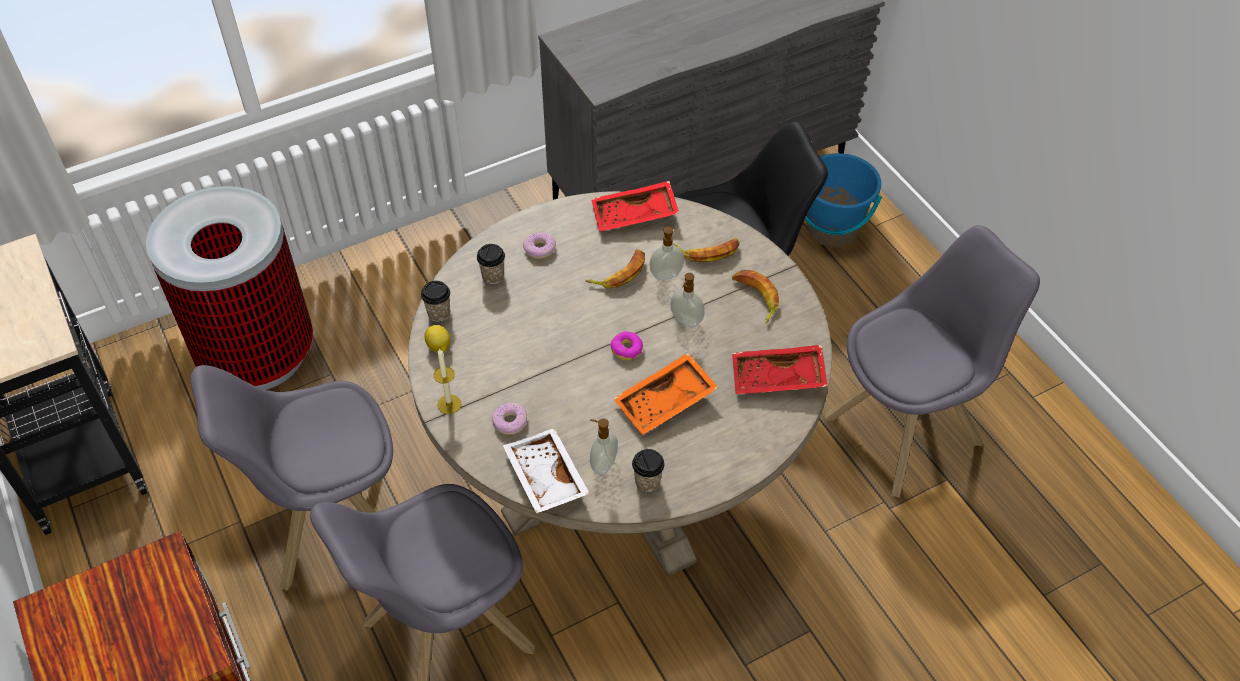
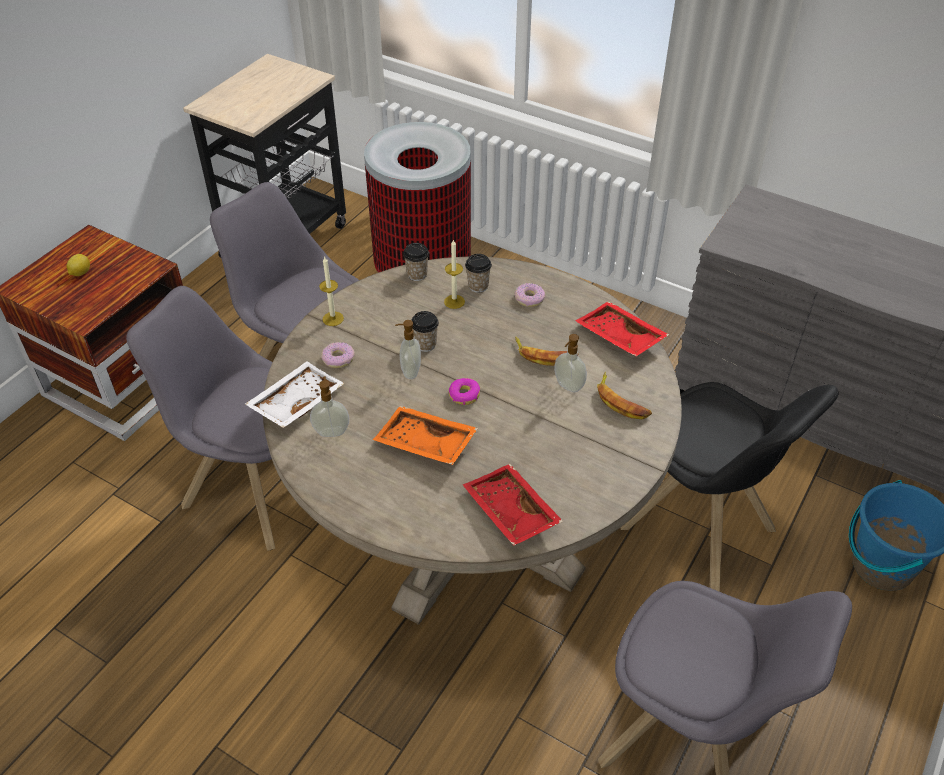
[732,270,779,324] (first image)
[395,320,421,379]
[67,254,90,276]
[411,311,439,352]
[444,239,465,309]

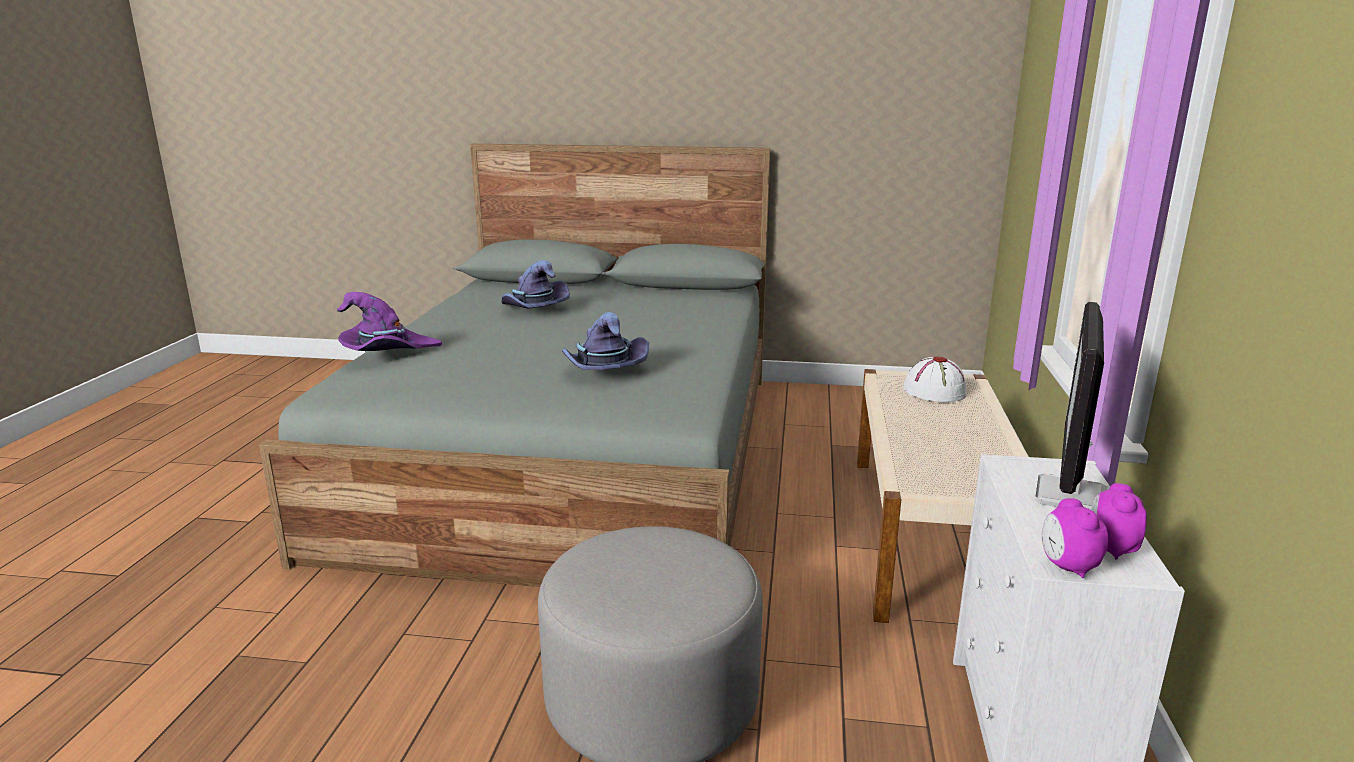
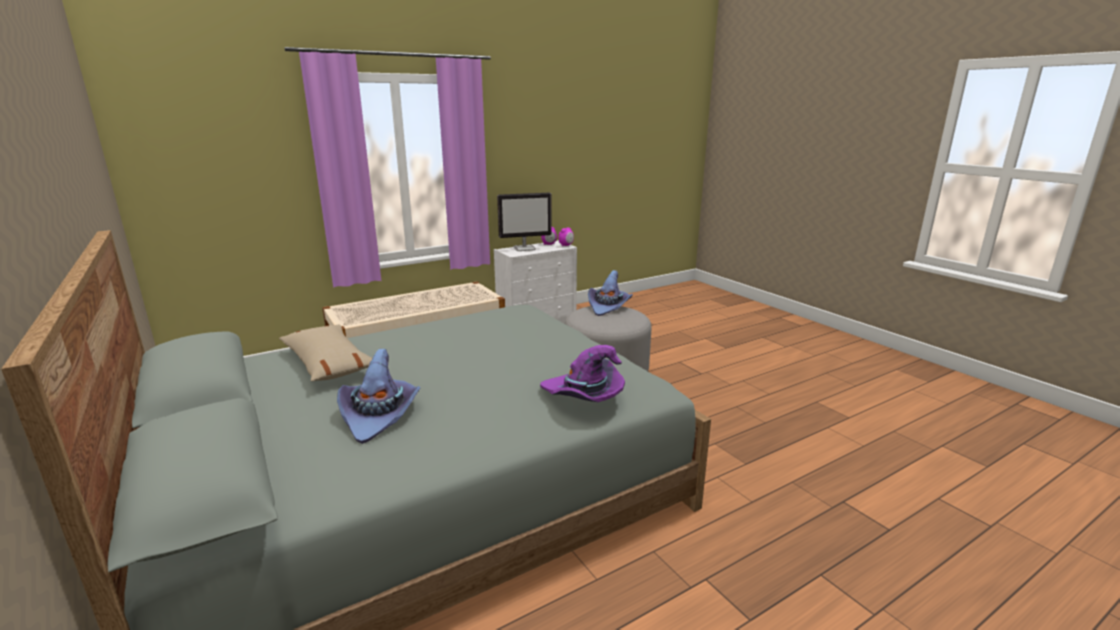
[588,270,633,316]
[903,357,967,402] (first image)
[279,324,373,381]

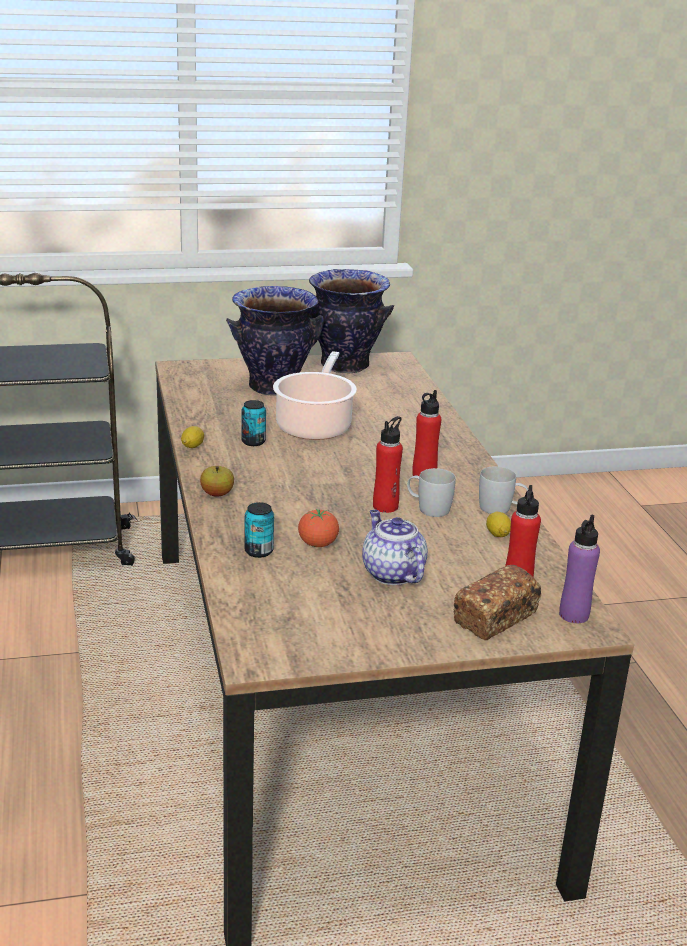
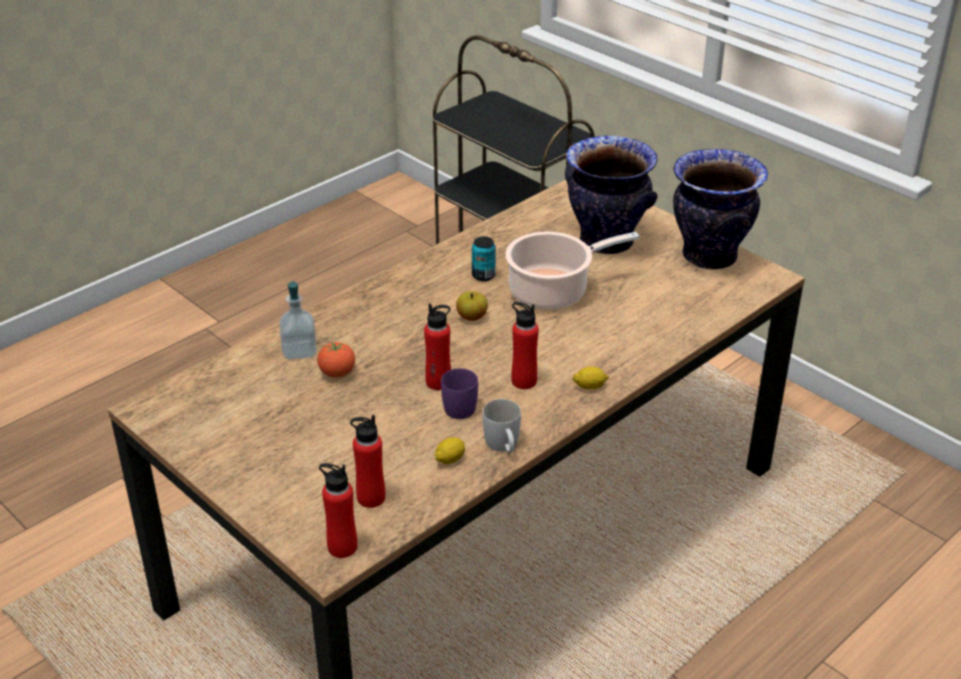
[572,367,609,389]
[456,291,488,321]
[441,368,478,419]
[279,281,317,360]
[362,510,428,585] (first image)
[319,463,357,558]
[453,565,542,640] (first image)

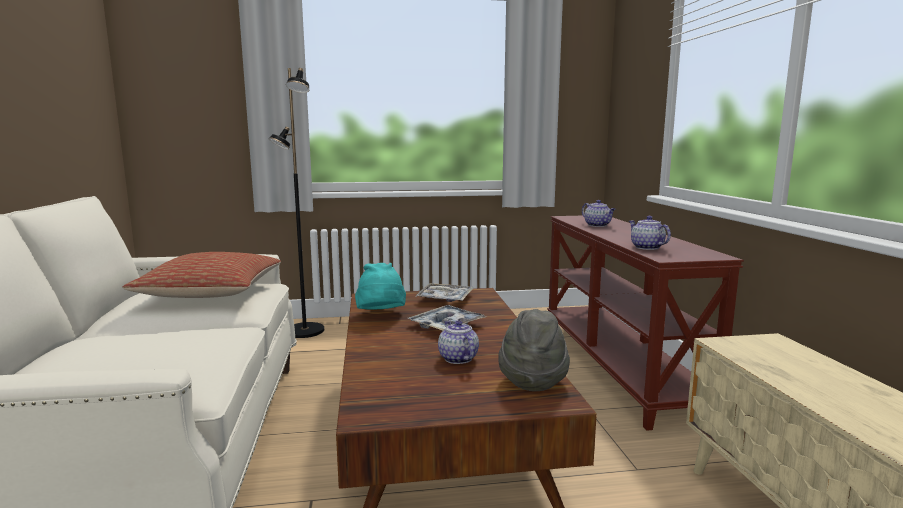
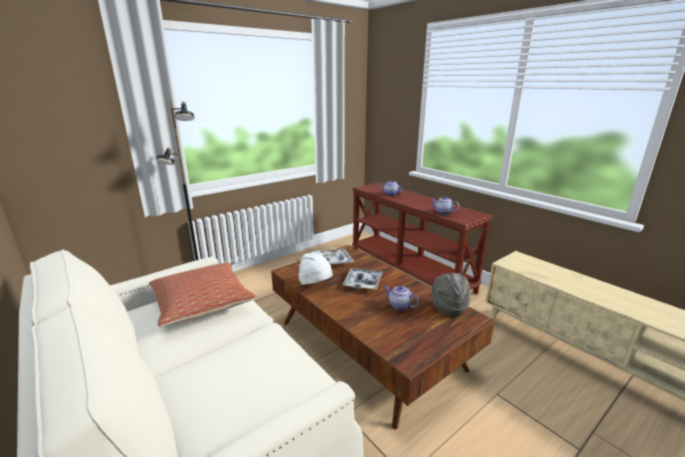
[299,251,333,285]

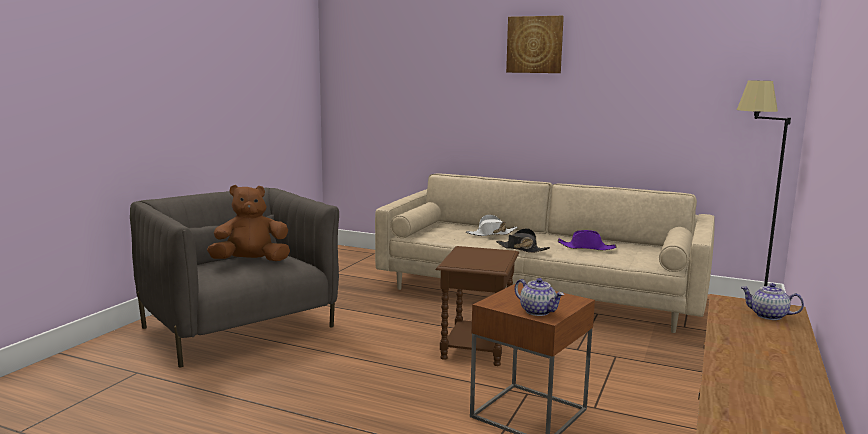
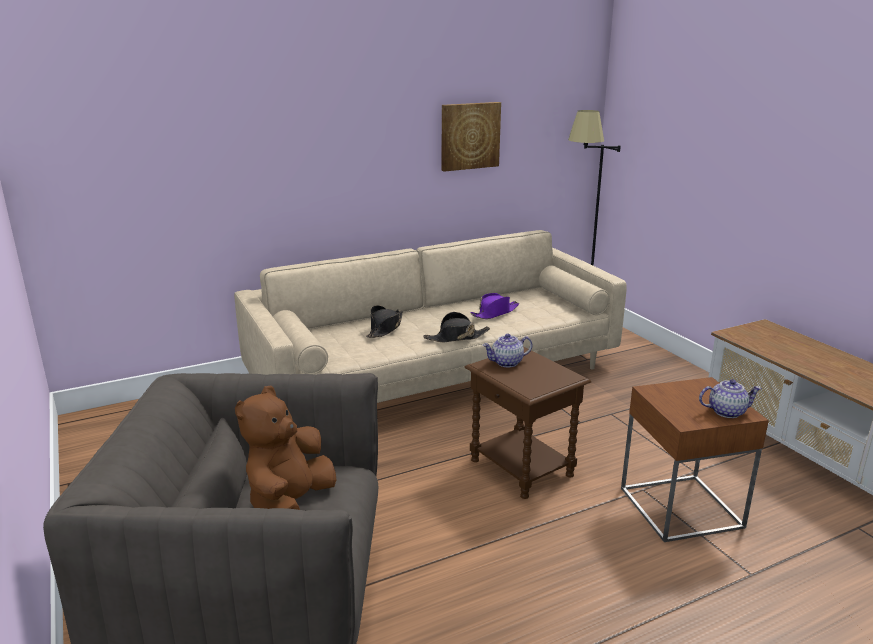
[441,102,501,172]
[366,305,403,338]
[483,333,532,367]

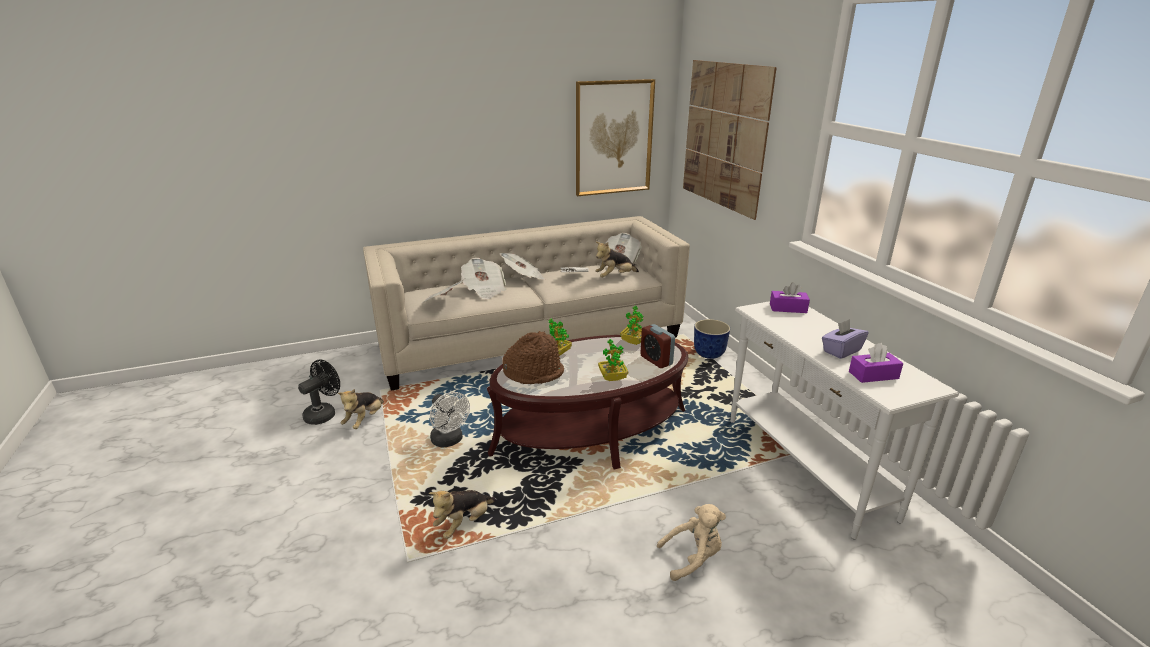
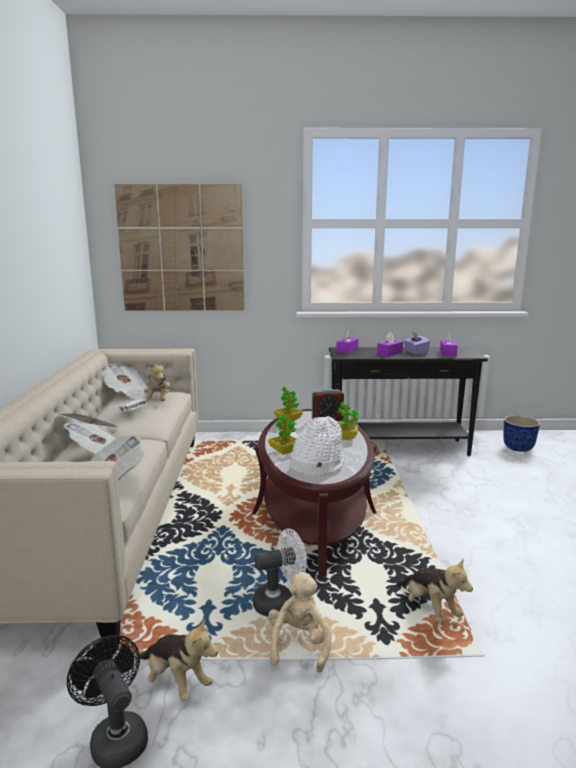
[576,79,655,196] (first image)
[329,347,488,456]
[503,415,540,452]
[290,416,344,476]
[268,572,332,673]
[377,332,403,357]

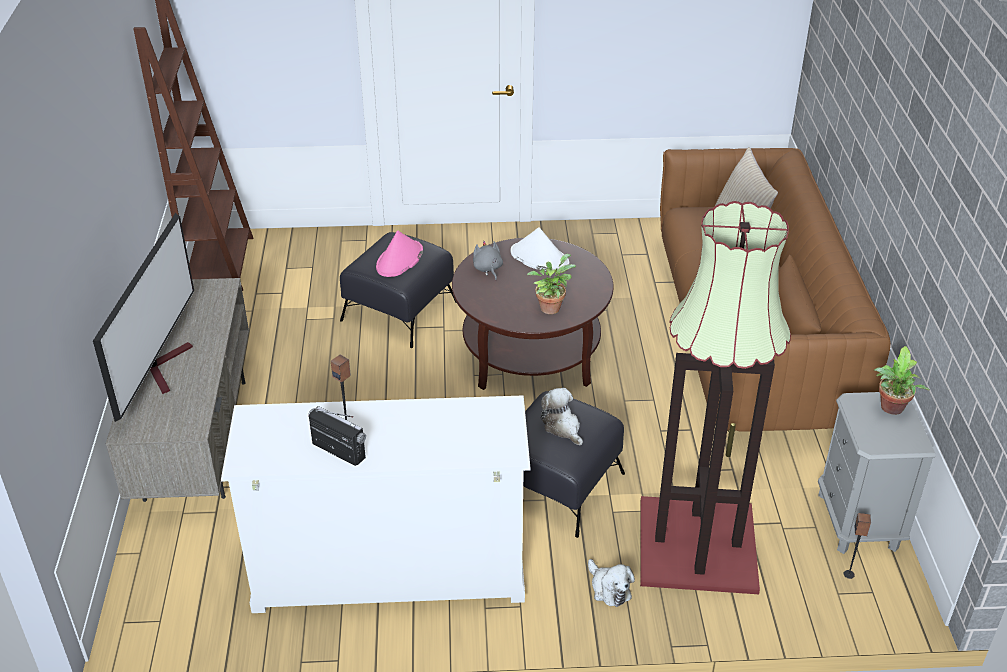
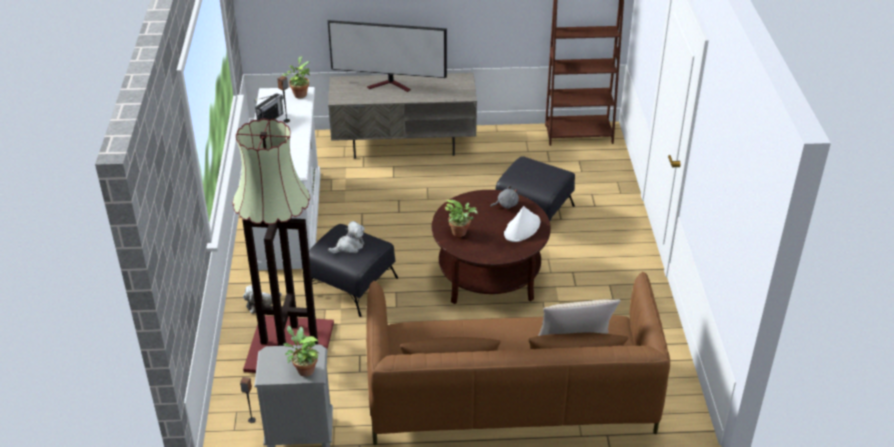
[376,231,423,277] (first image)
[282,56,310,98]

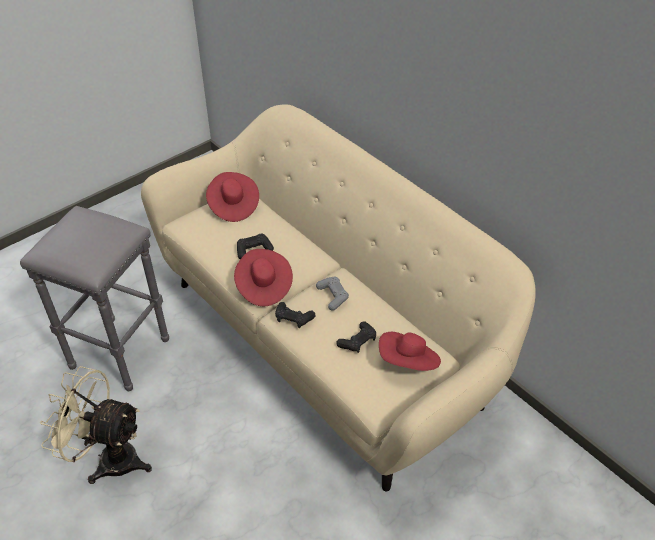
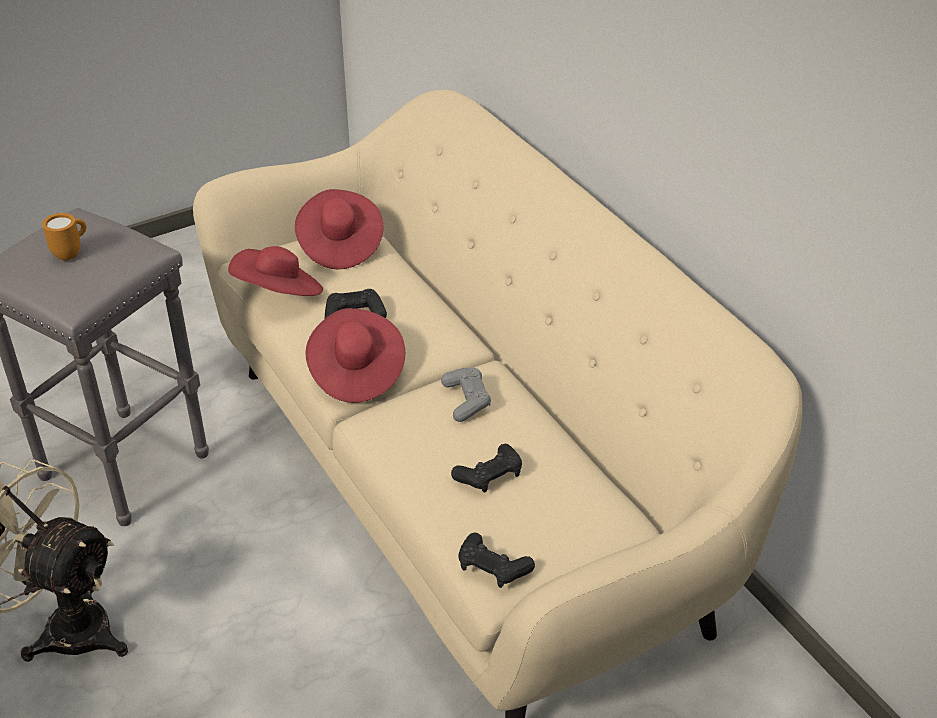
[458,533,535,588]
[228,246,323,296]
[42,213,86,261]

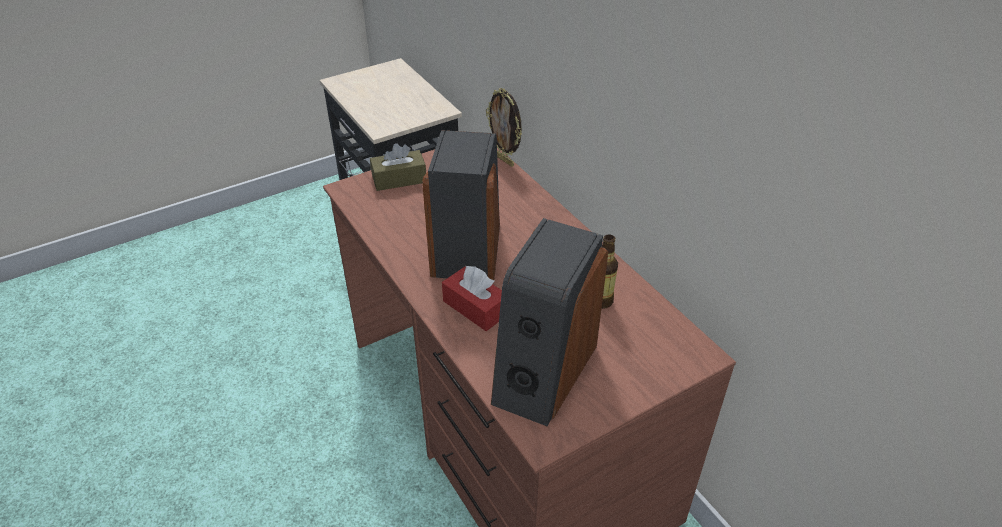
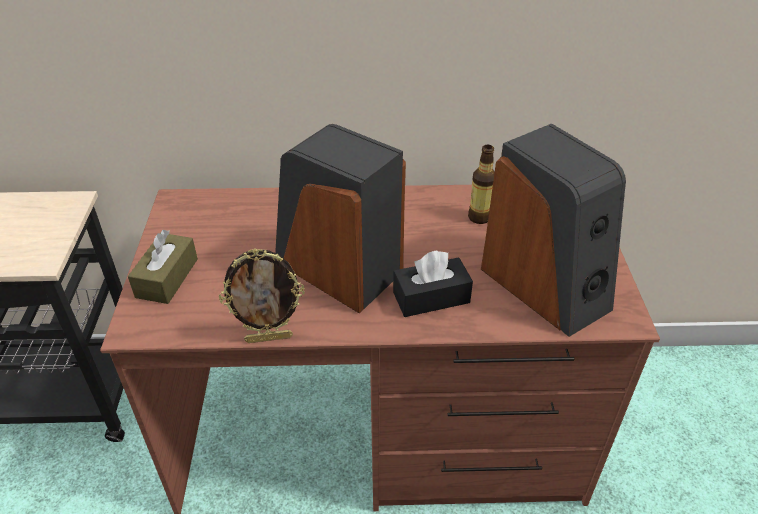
[219,248,305,343]
[393,250,473,317]

